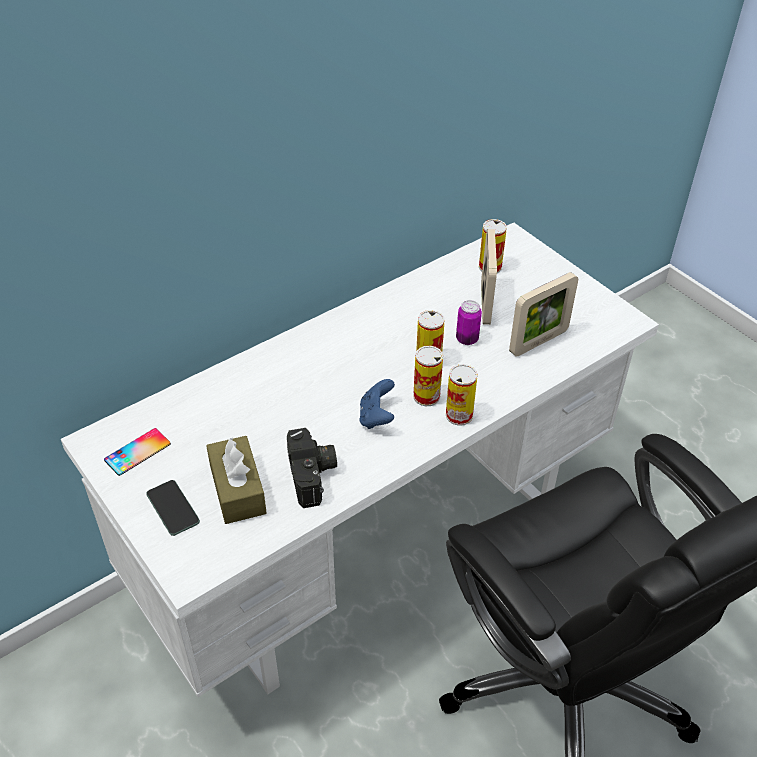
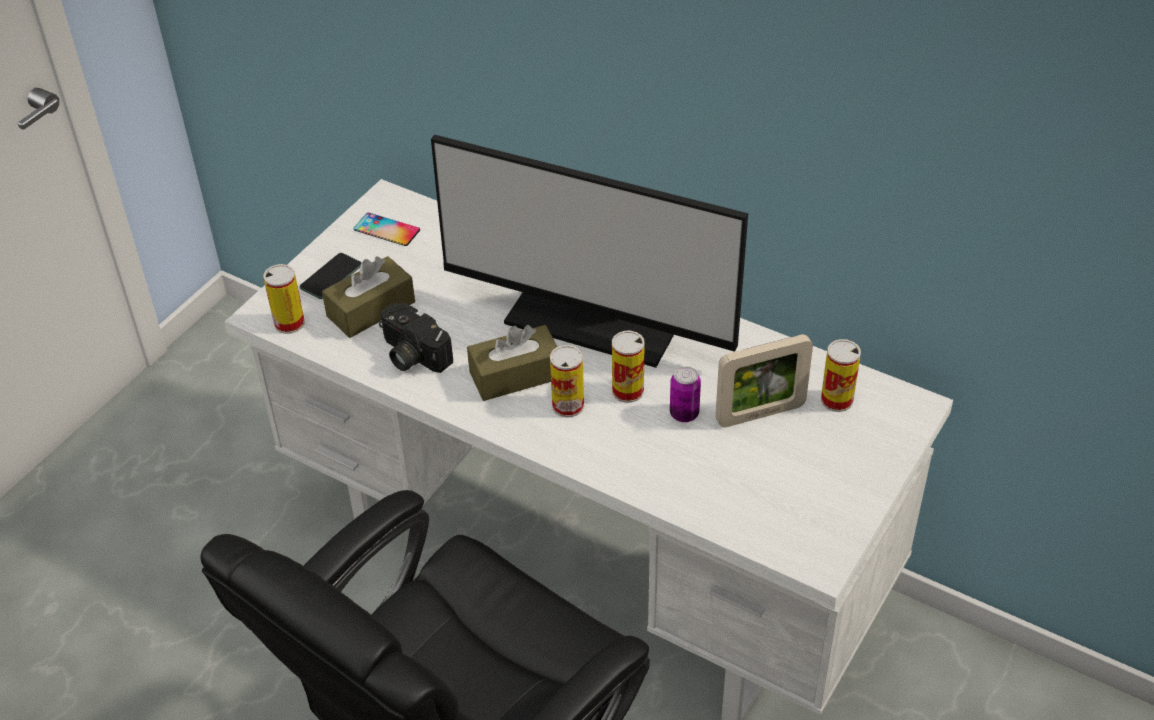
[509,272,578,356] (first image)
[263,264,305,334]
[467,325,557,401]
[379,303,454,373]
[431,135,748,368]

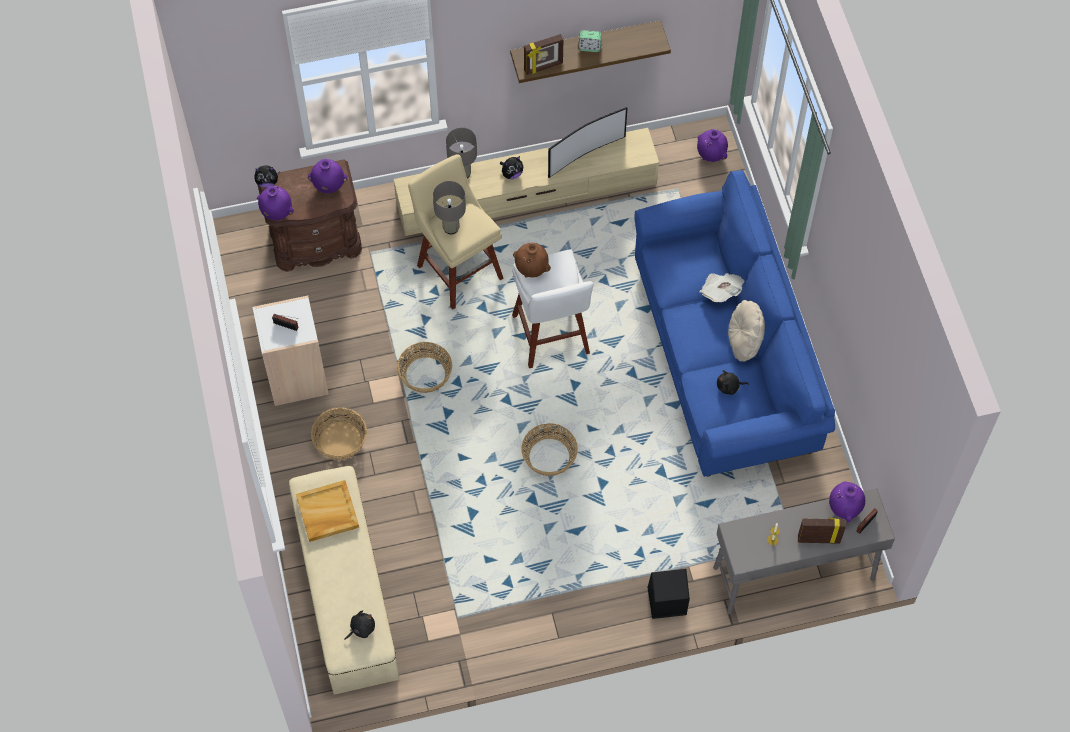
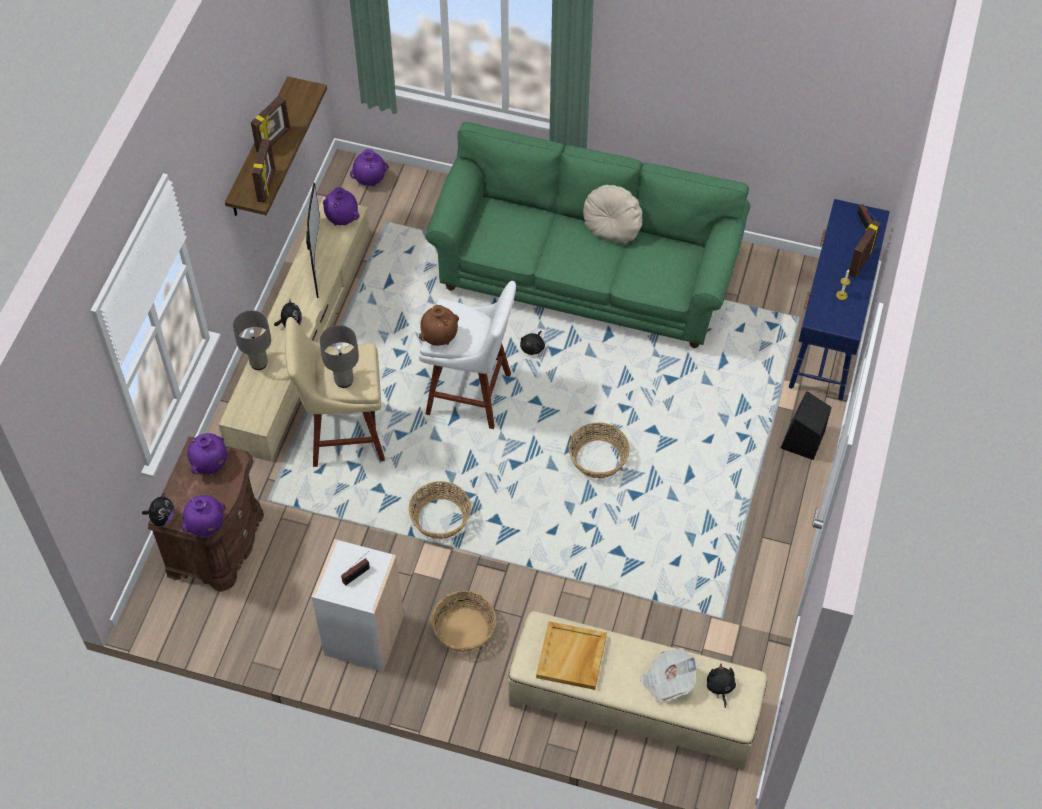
[251,95,290,153]
[426,122,750,348]
[640,648,699,702]
[520,331,545,355]
[323,187,360,226]
[789,199,890,401]

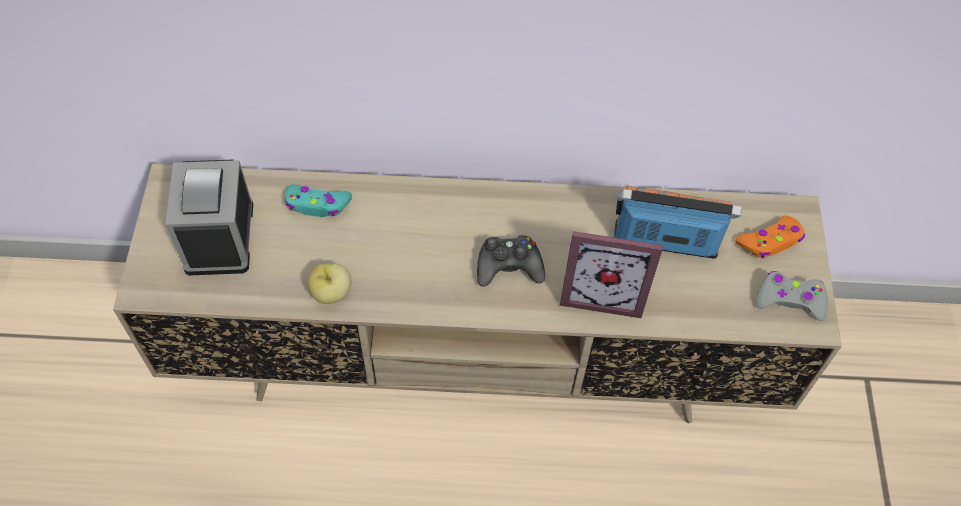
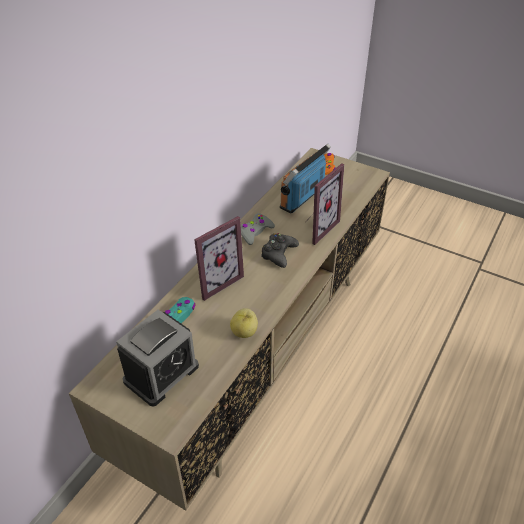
[116,310,199,407]
[241,213,275,245]
[194,216,244,301]

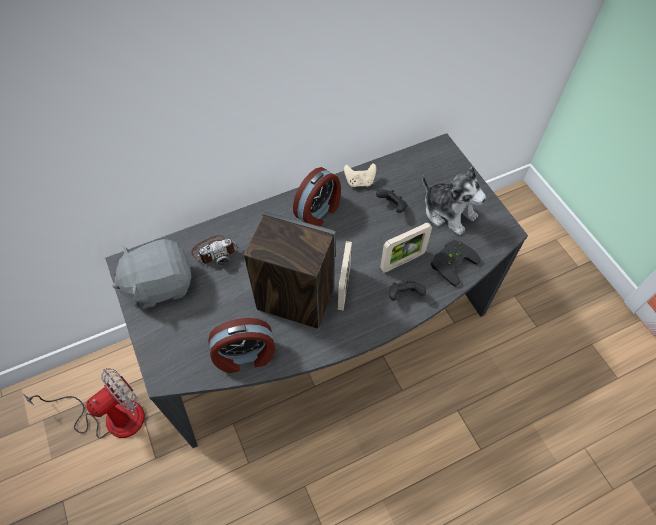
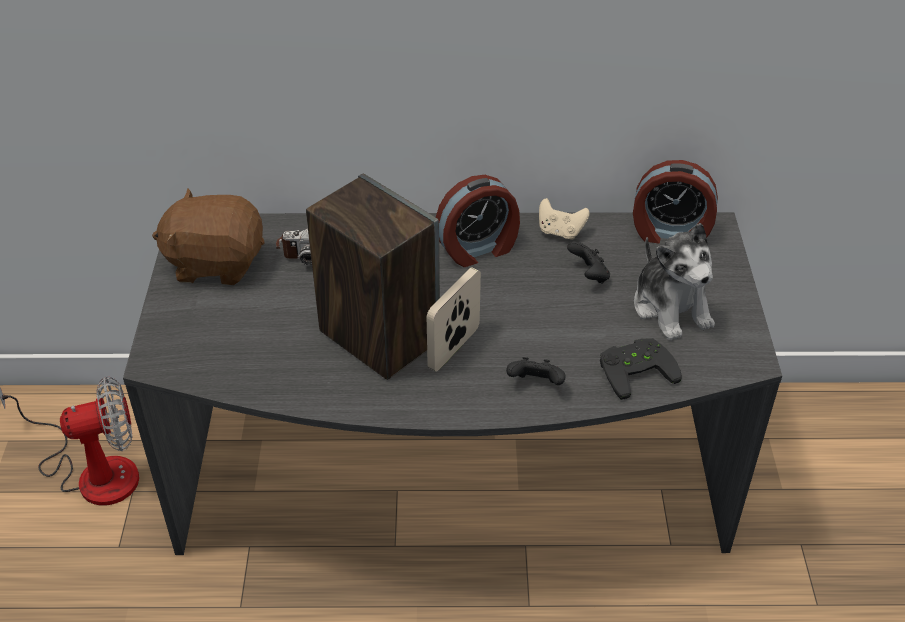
[380,222,432,273] (first image)
[152,188,264,285]
[633,160,718,243]

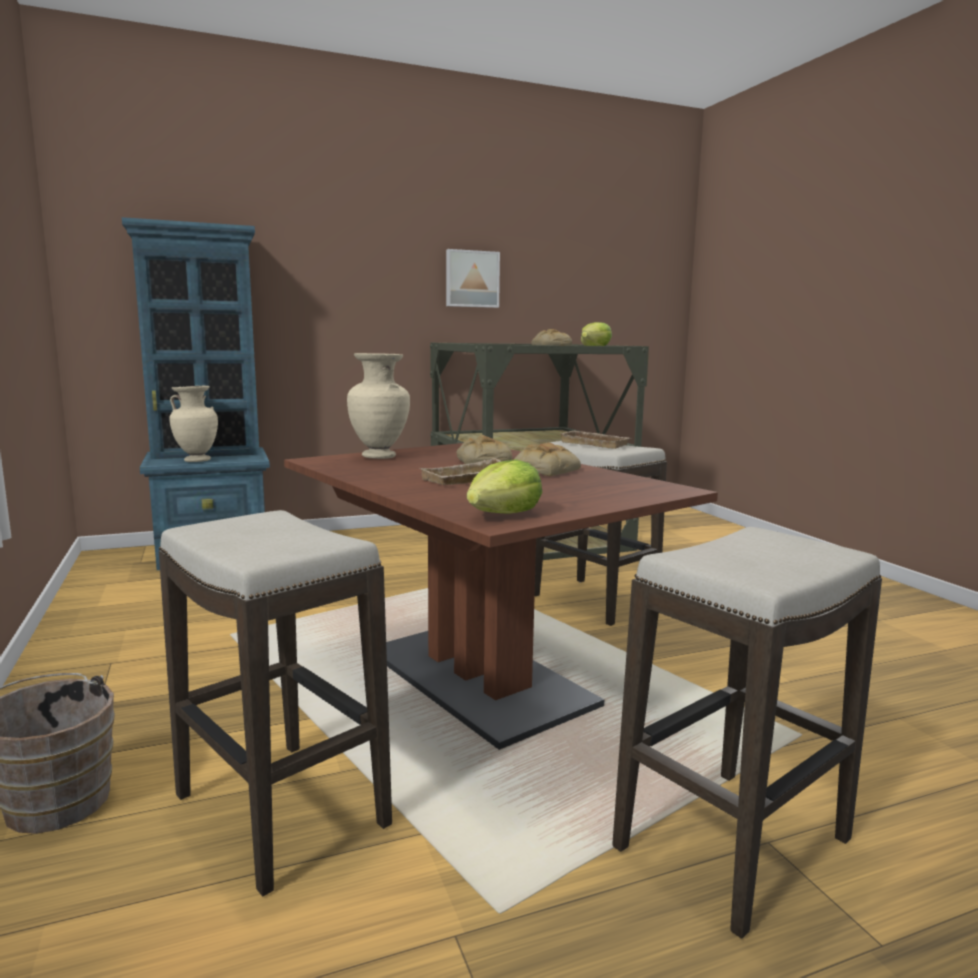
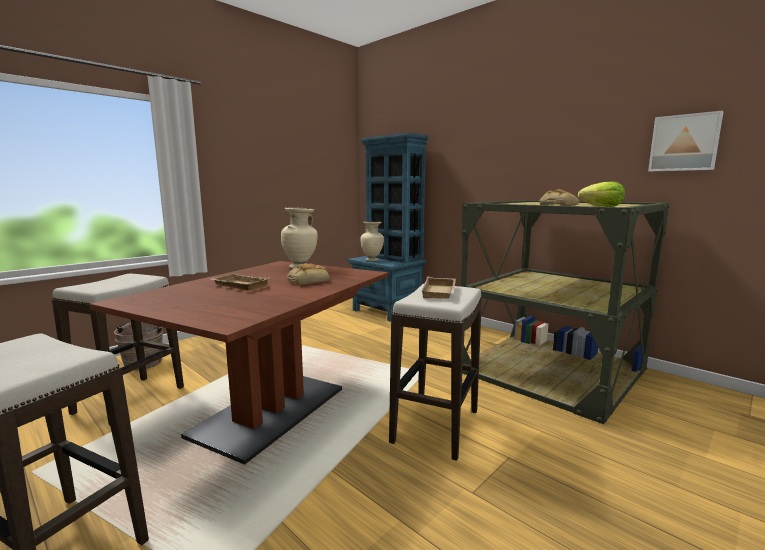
[648,111,724,171]
[514,443,581,476] (first image)
[467,459,542,513] (first image)

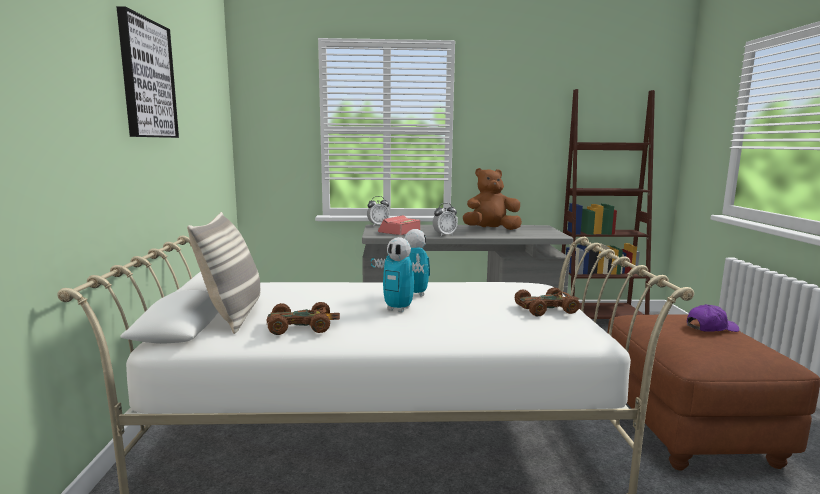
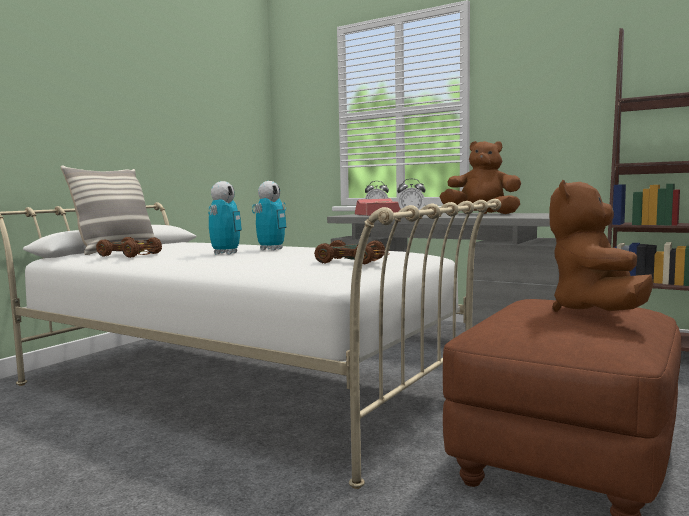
[116,6,179,138] (first image)
[208,181,242,255]
[550,180,653,312]

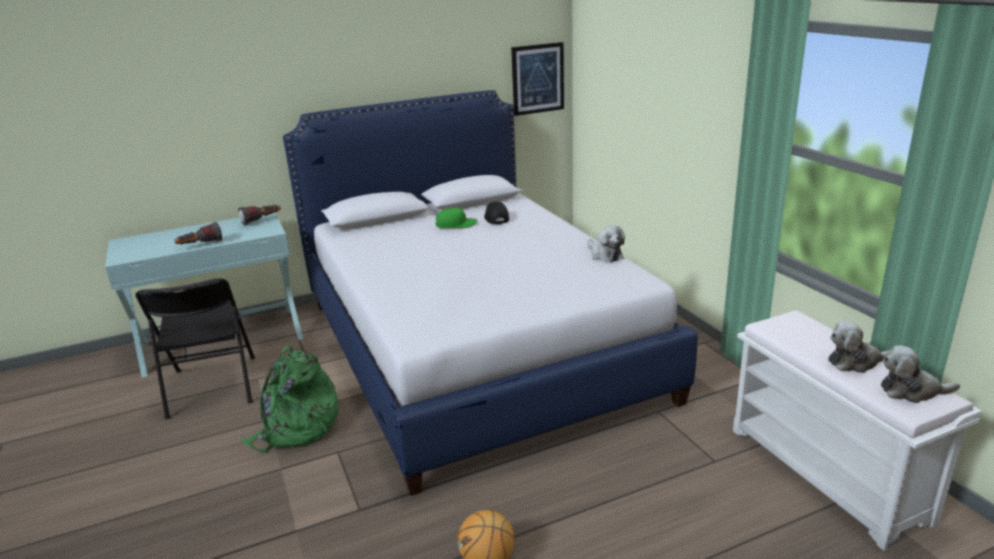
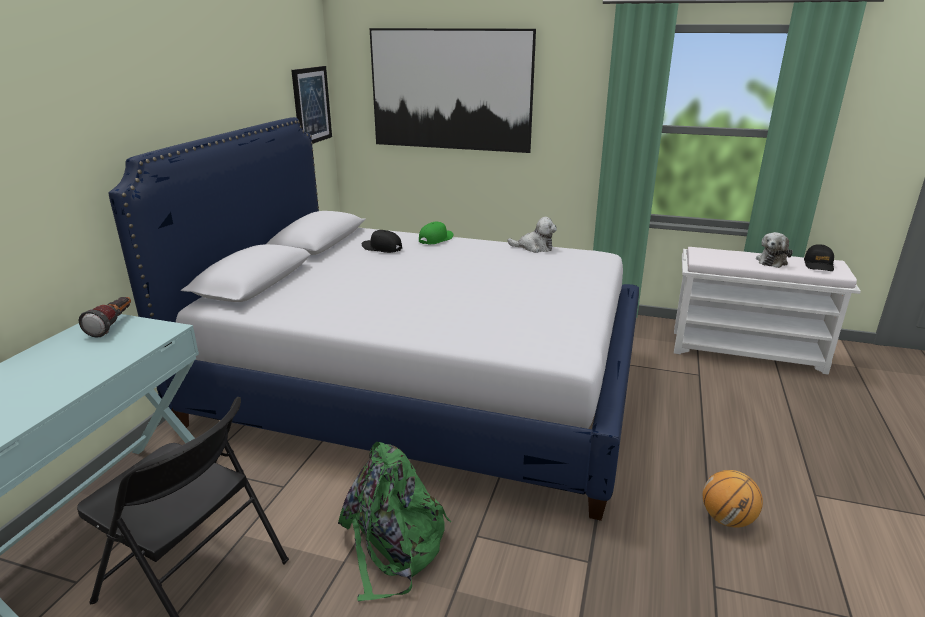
[419,222,453,244]
[174,222,222,245] (first image)
[804,244,834,271]
[369,28,536,153]

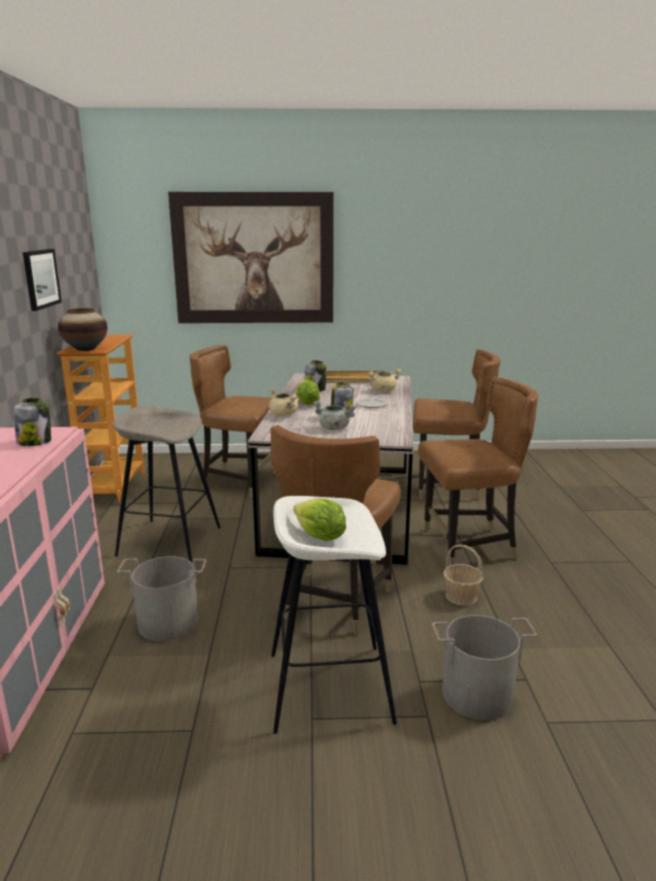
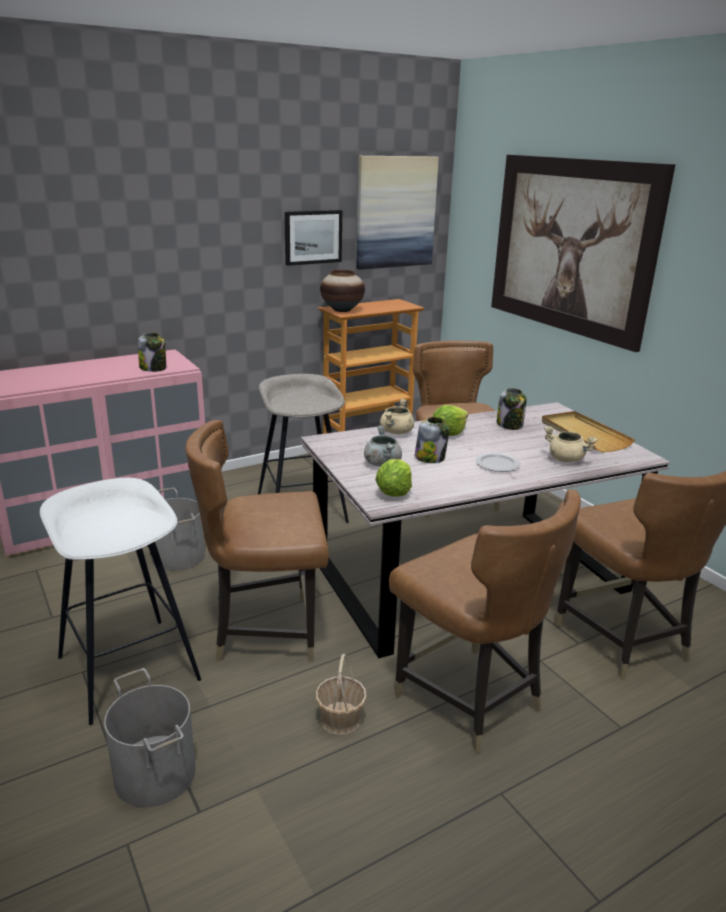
[375,459,412,497]
[356,156,439,270]

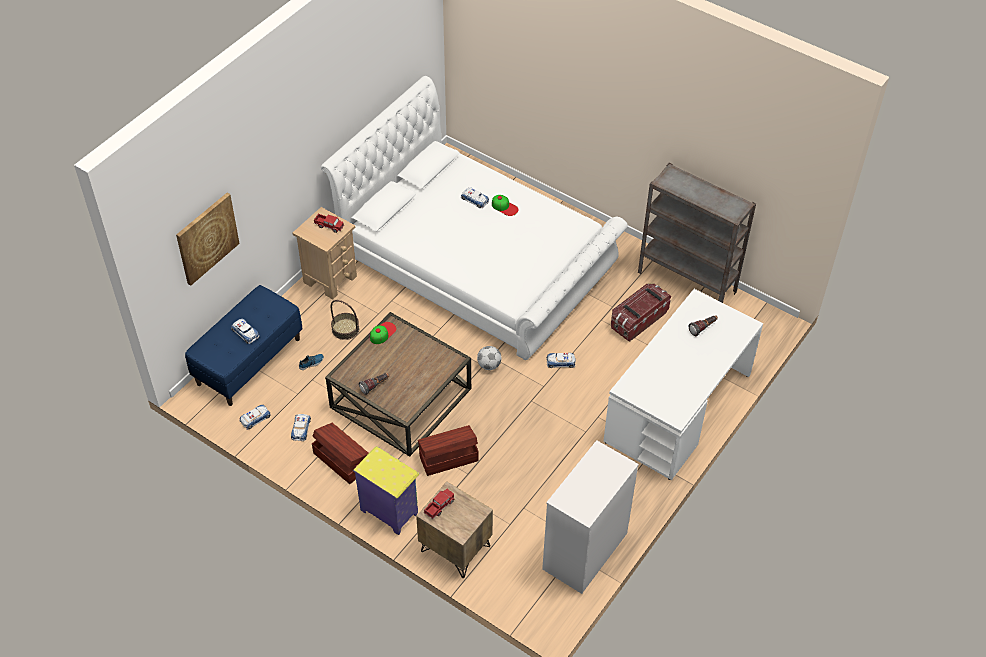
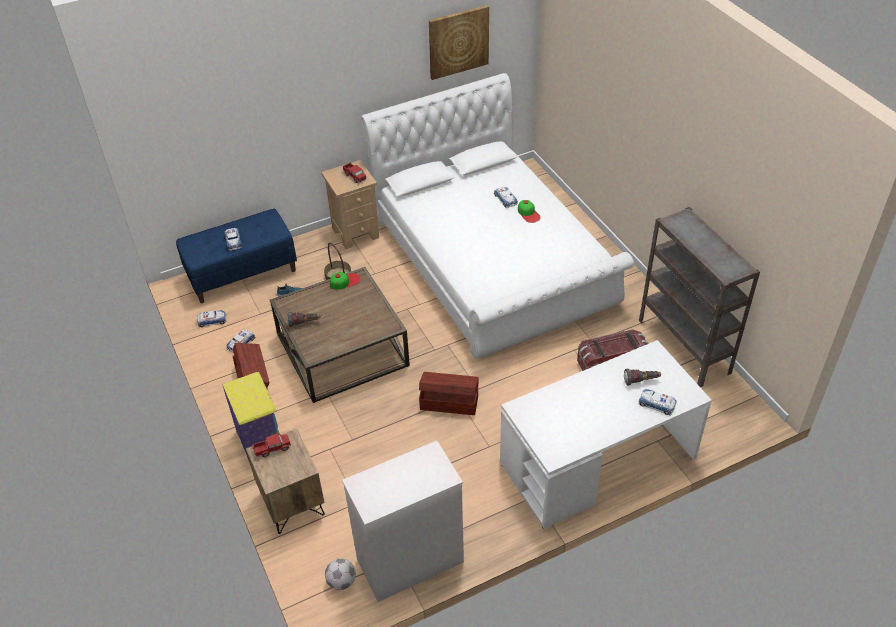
[429,5,489,80]
[325,558,356,590]
[638,389,676,416]
[419,372,479,415]

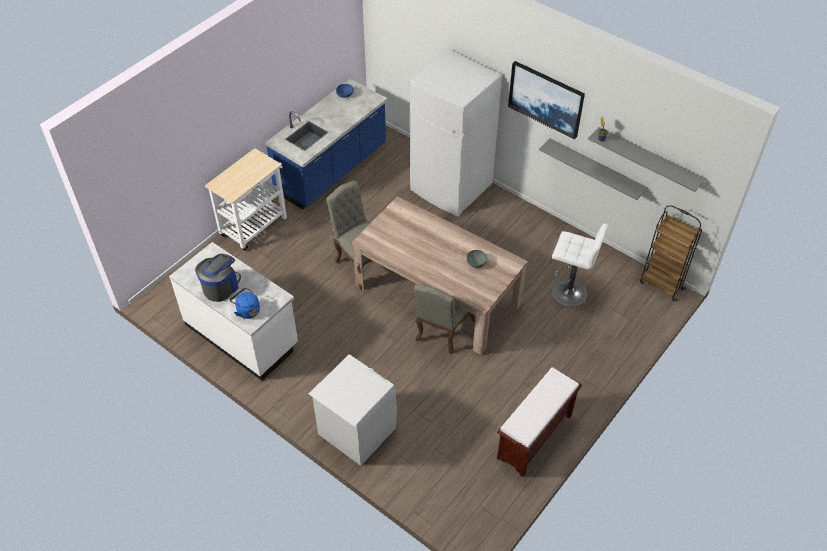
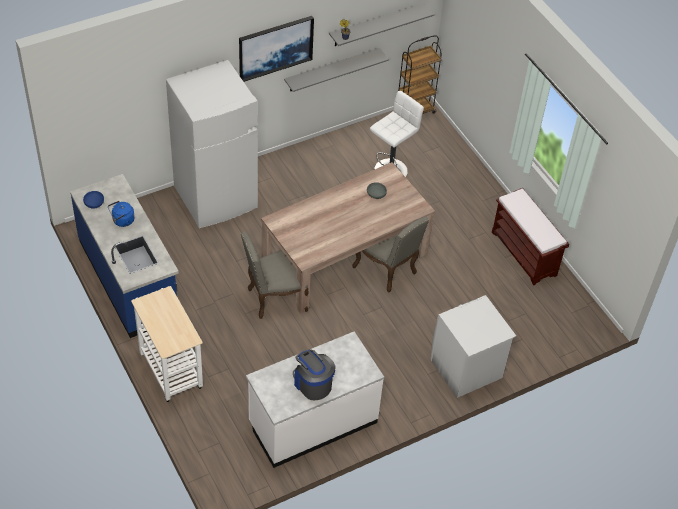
[108,201,135,227]

